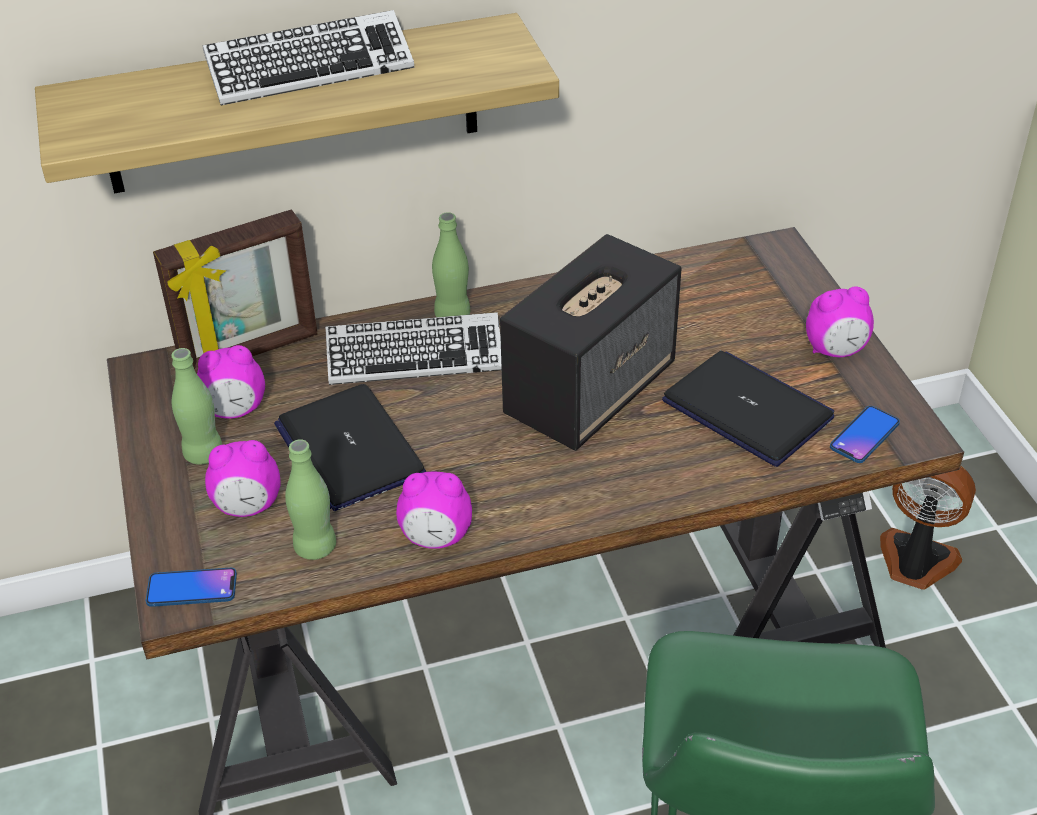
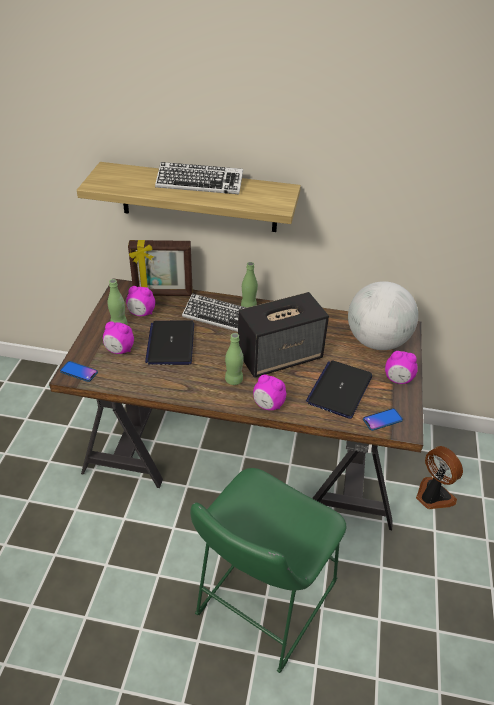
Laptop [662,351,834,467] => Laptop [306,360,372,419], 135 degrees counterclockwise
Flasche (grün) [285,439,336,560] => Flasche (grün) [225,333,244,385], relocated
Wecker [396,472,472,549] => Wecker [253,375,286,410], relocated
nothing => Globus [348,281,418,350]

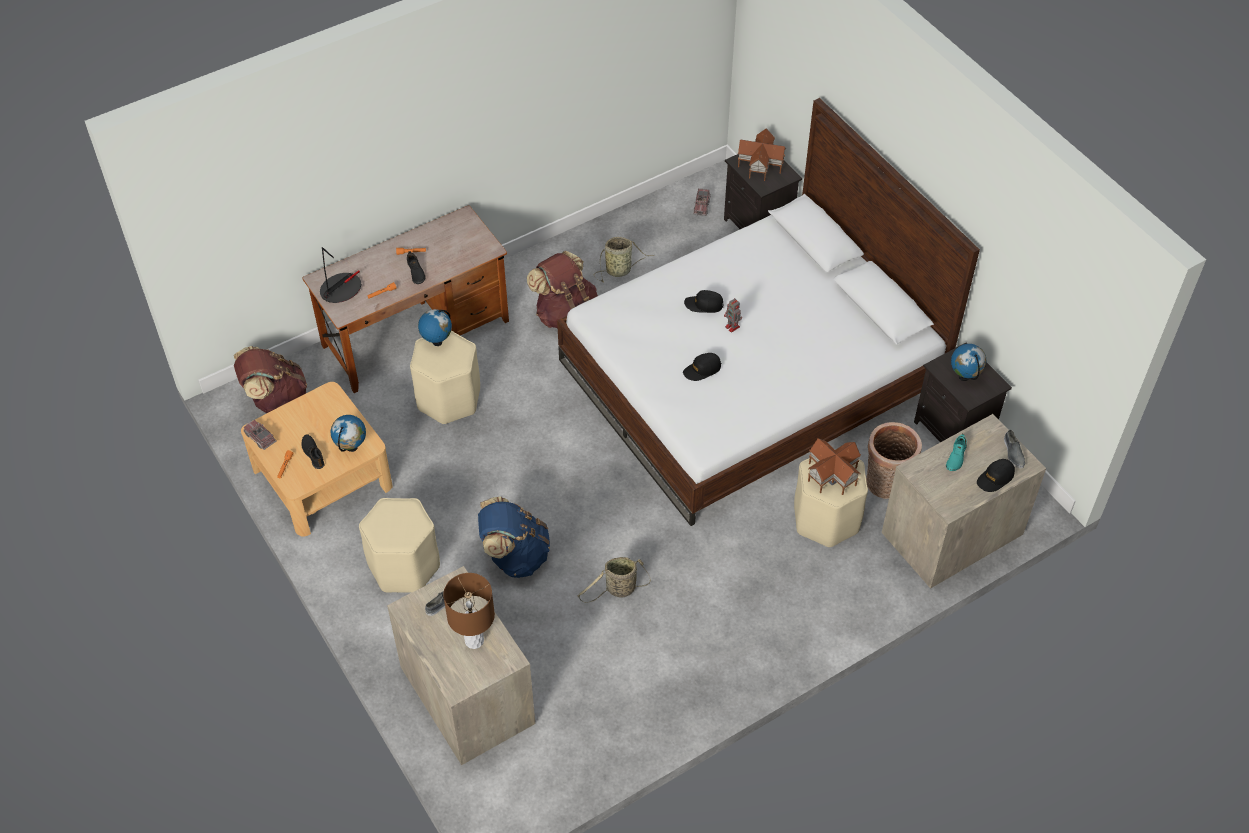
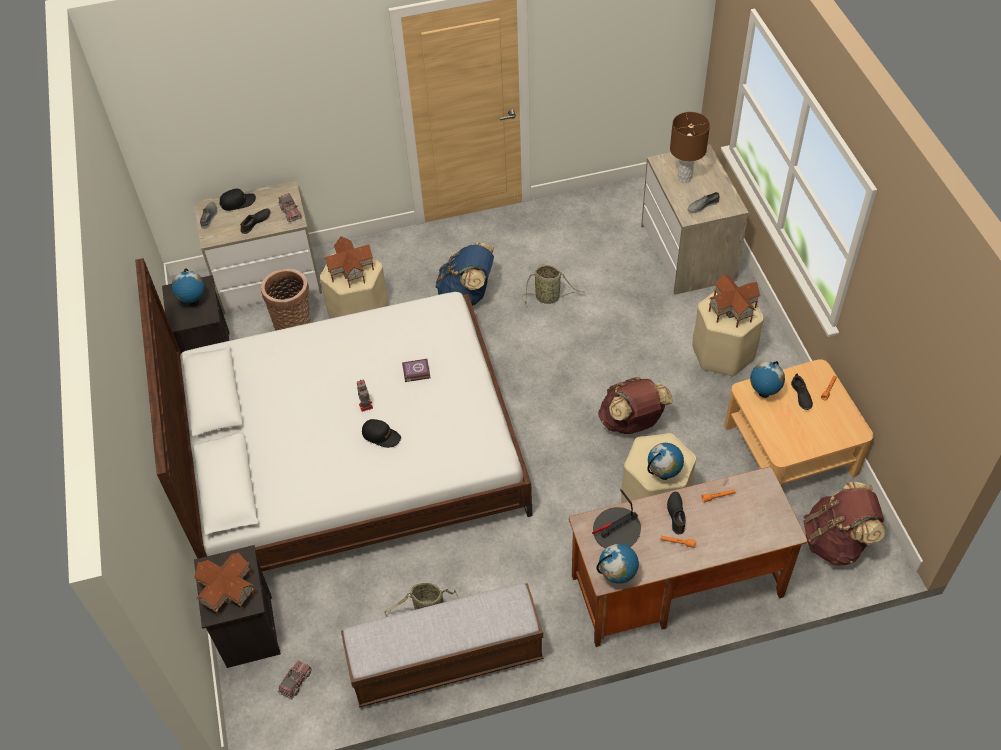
Tischlampe [320,247,361,303] => Tischlampe [592,489,641,548], relocated
Rucksack (braun) [527,251,598,328] => Rucksack (braun) [598,377,673,434], relocated
Kappe (schwarz) [683,353,721,381] => Buch [402,359,430,382]
Spielzeuglaster [244,420,277,450] => Spielzeuglaster [278,193,302,222], relocated
Schuh (türkis) [946,434,967,471] => Schuh (schwarz) [240,209,271,234]
Rucksack (blau) [478,496,550,578] => Rucksack (blau) [435,242,494,306], relocated
nothing => Spielzeughaus [709,274,760,328]
nothing => Globus [596,543,639,584]
nothing => Bank [341,583,544,707]

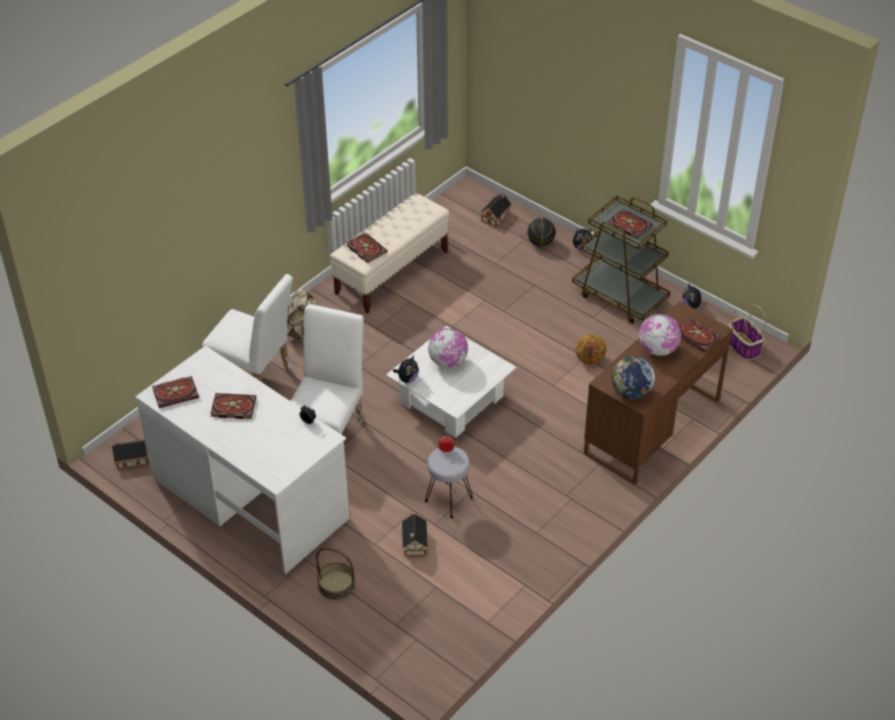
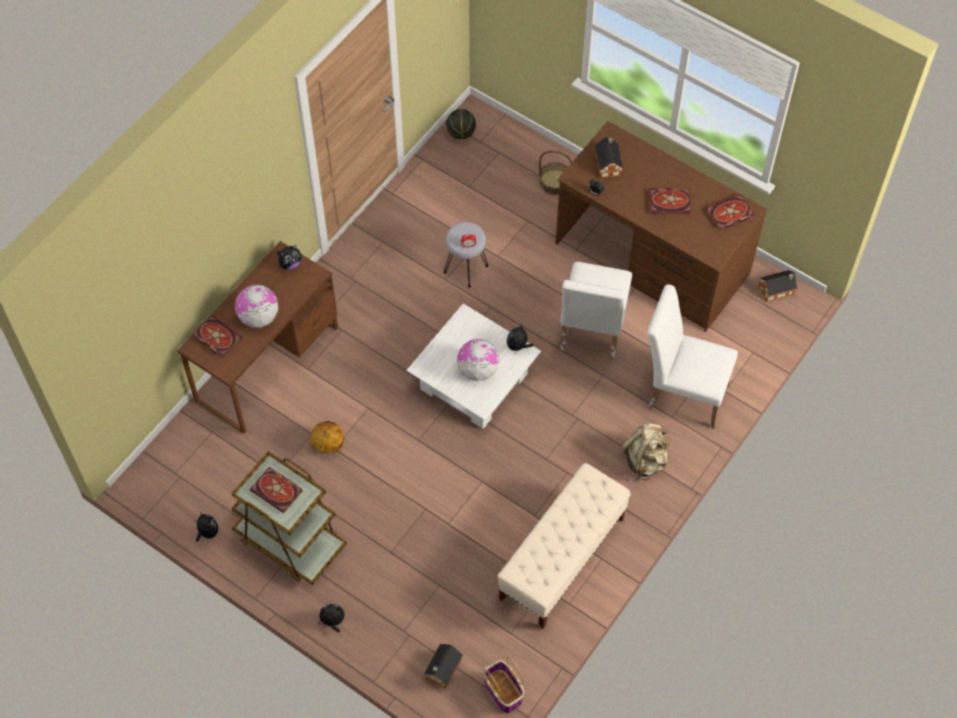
Basketball [527,218,556,247] => Basketball [446,109,476,139], relocated
Buch [346,232,388,263] => nothing
Korb [729,305,766,360] => Korb [483,656,524,714], relocated
Schreibtisch (weiß) [135,346,350,574] => Schreibtisch (braun) [555,121,767,332]
Globus [611,357,655,399] => Plüschtier [277,245,302,270]
Spielzeughaus [402,514,428,556] => Spielzeughaus [595,137,623,178], relocated

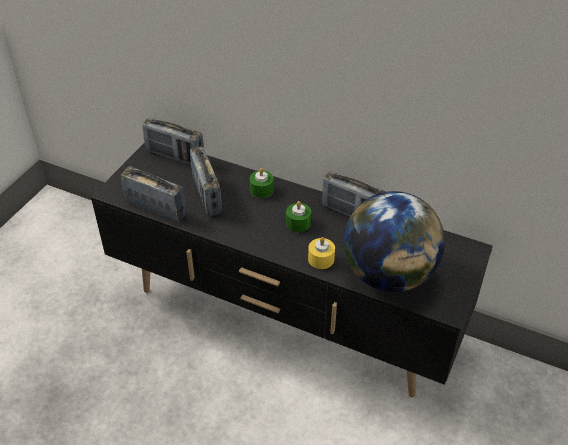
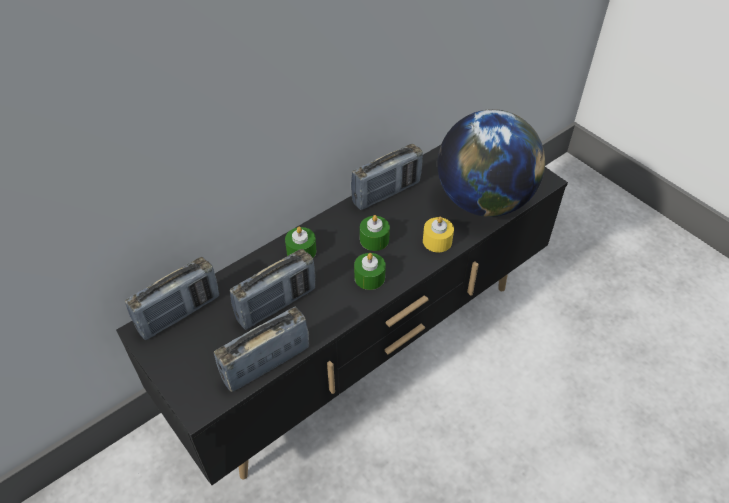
Radio [190,147,222,216] => Radio [230,249,315,330], 45 degrees counterclockwise
nothing => Kerze (grün) [354,253,386,290]

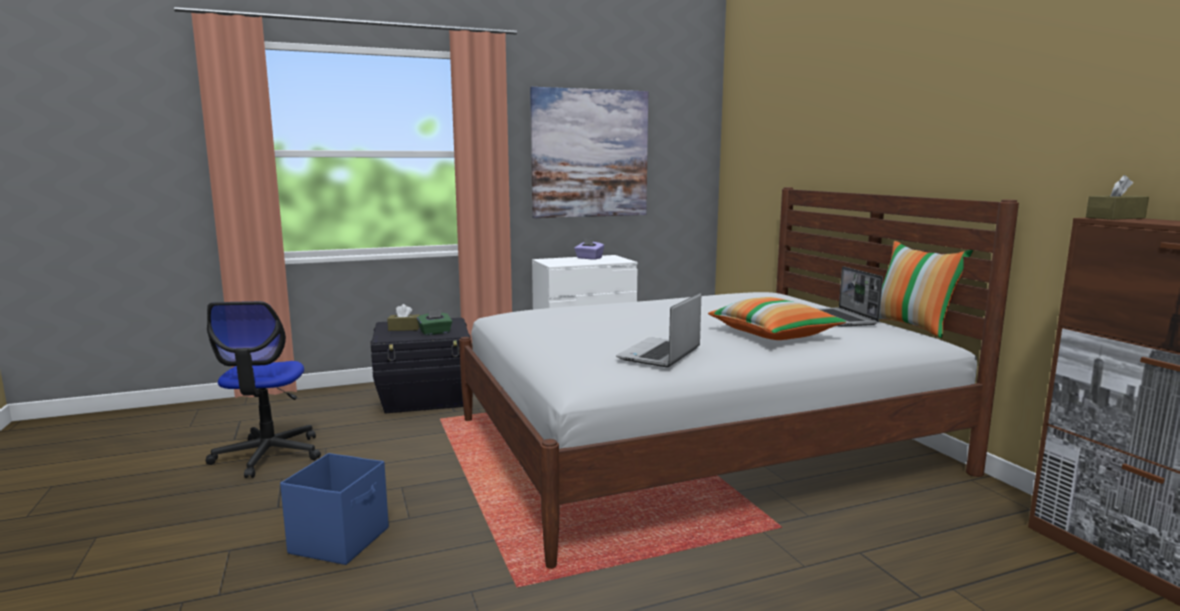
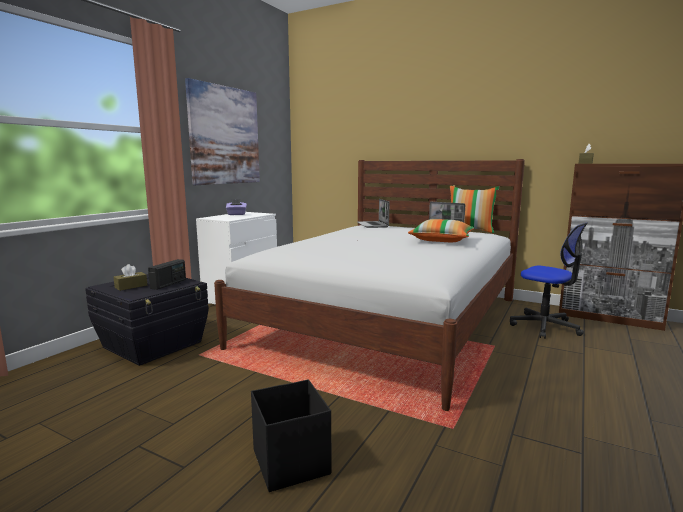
Laptop [616,293,701,367] => Laptop [357,199,389,228], relocated
Bürostuhl [206,301,321,478] => Bürostuhl [510,222,588,339], relocated
Taschentuchbox (grün) [417,309,452,335] => Radio [148,259,186,290]
Aufbewahrungsbox (blau) [280,453,389,565] => Aufbewahrungsbox (schwarz) [251,379,332,492]

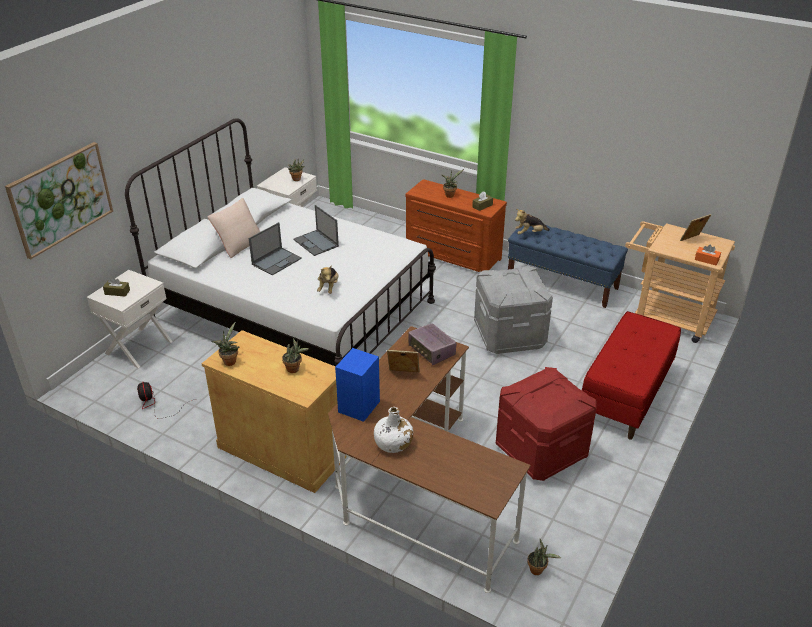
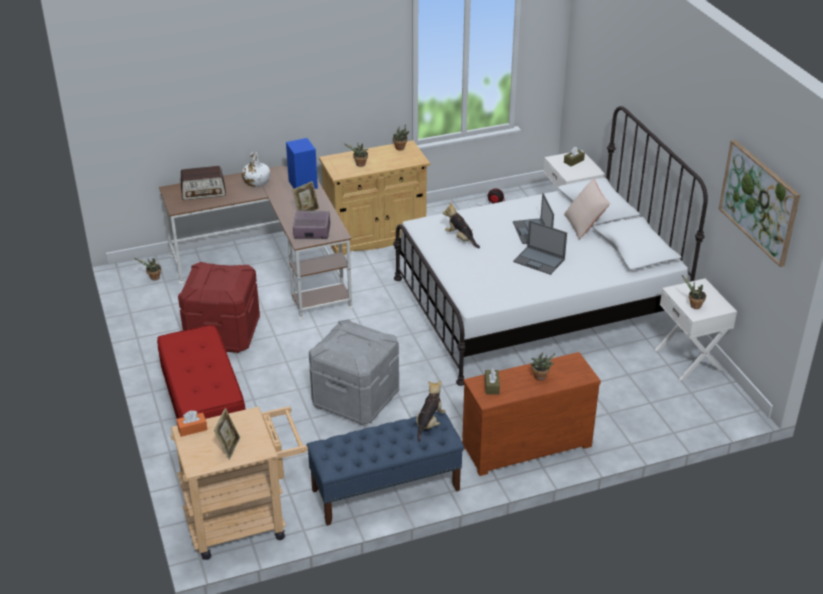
Bild [5,142,113,260] => Bild [719,140,800,267], relocated
Laptop [293,205,339,256] => Laptop [513,220,567,275], 150 degrees counterclockwise
nothing => Radio [181,166,226,200]

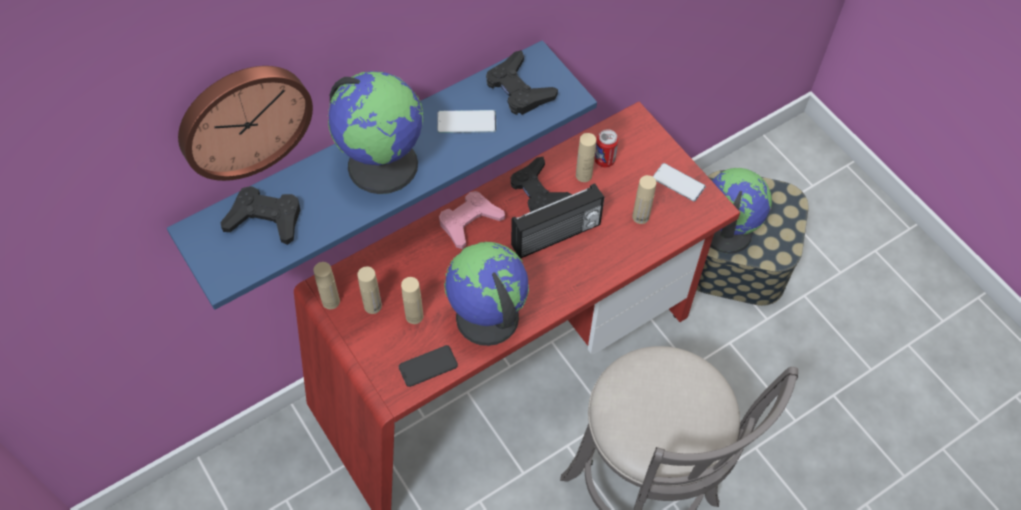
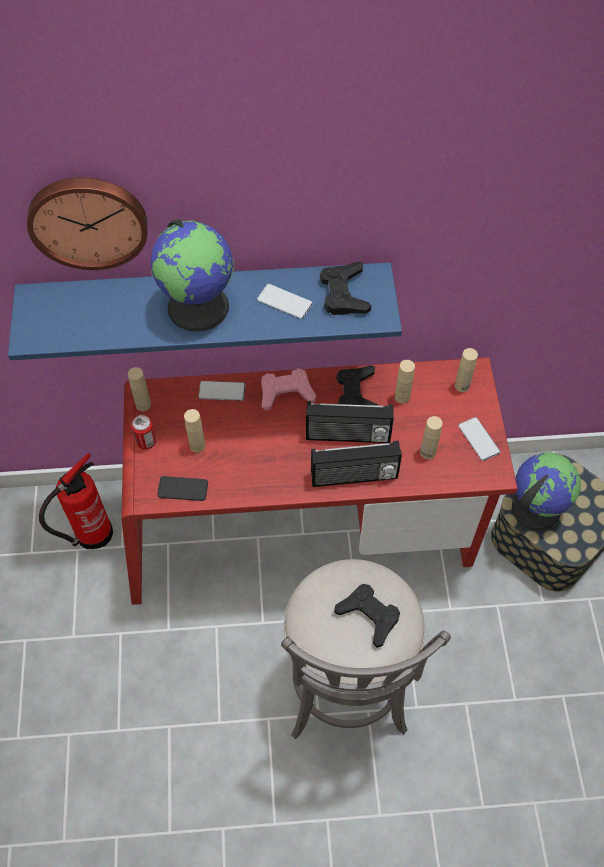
Dose [594,129,618,167] => Dose [132,415,156,450], relocated
Gamepad (schwarz) [220,186,300,245] => Gamepad (schwarz) [334,584,400,648], relocated
Globus [444,242,529,346] => nothing
Flasche (beige) [357,266,382,314] => Flasche (beige) [455,348,478,392], relocated
nothing => Handy [198,381,246,401]
nothing => Radio [311,441,402,487]
nothing => Feuerlöscher [39,453,113,549]

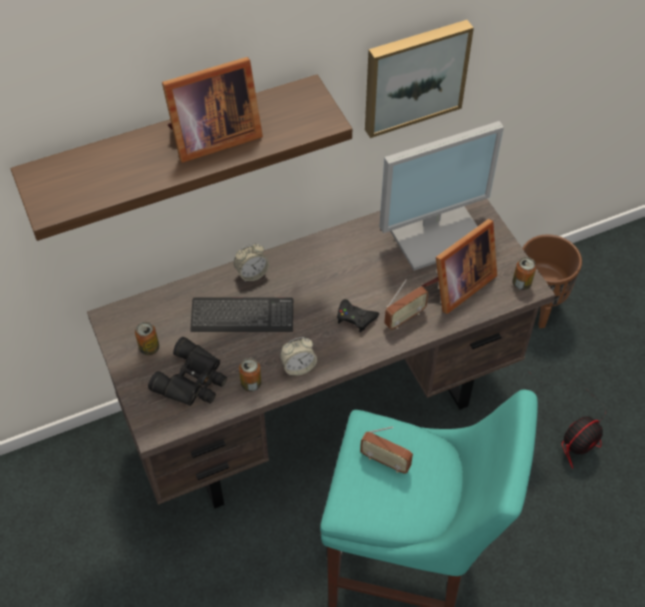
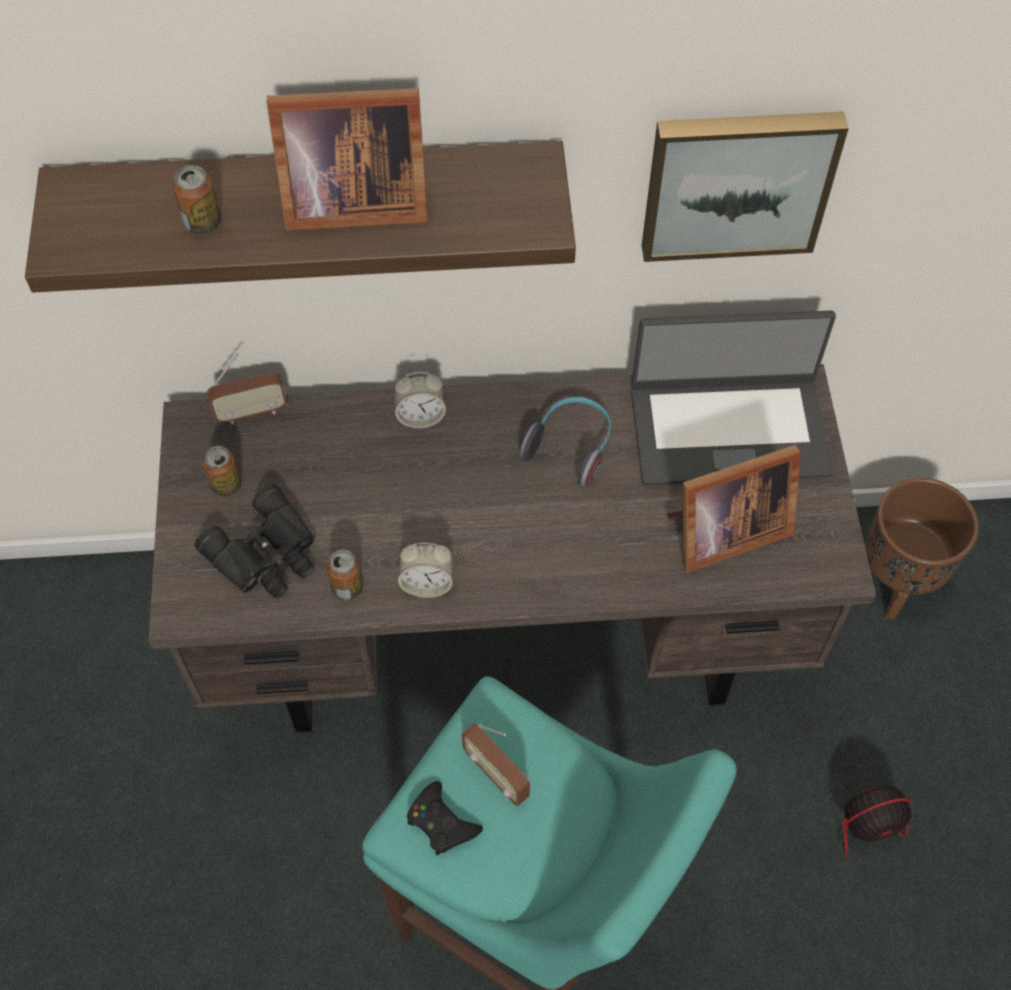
Monitor [380,121,504,271] => Laptop [631,311,836,485]
Dose [512,257,536,290] => Dose [173,165,221,235], relocated
Radio [384,280,429,330] => Radio [207,354,287,425], relocated
Tastatur [191,297,293,332] => nothing
Gamepad (schwarz) [337,299,379,332] => Gamepad (schwarz) [407,781,483,855], relocated
nothing => Kopfhörer [520,397,611,487]

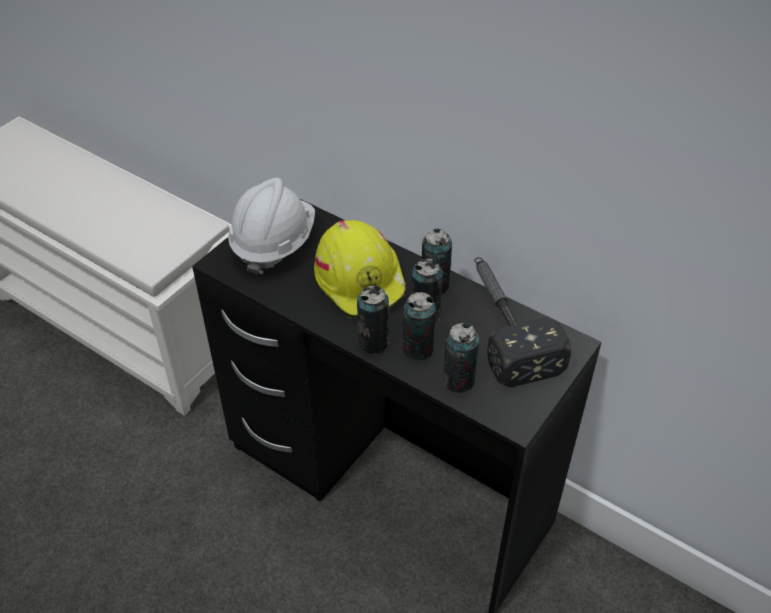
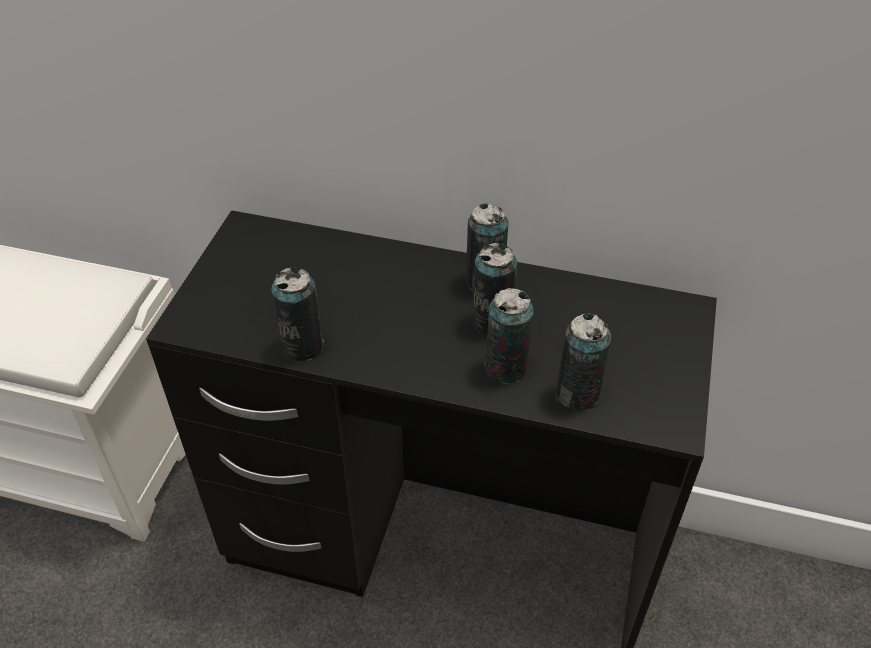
Schutzhelm (weiß) [228,178,315,275] => nothing
Schutzhelm (gelb) [314,220,407,319] => nothing
Hammer [474,257,571,387] => nothing
Dose [357,286,390,354] => Dose [271,267,324,361], relocated

